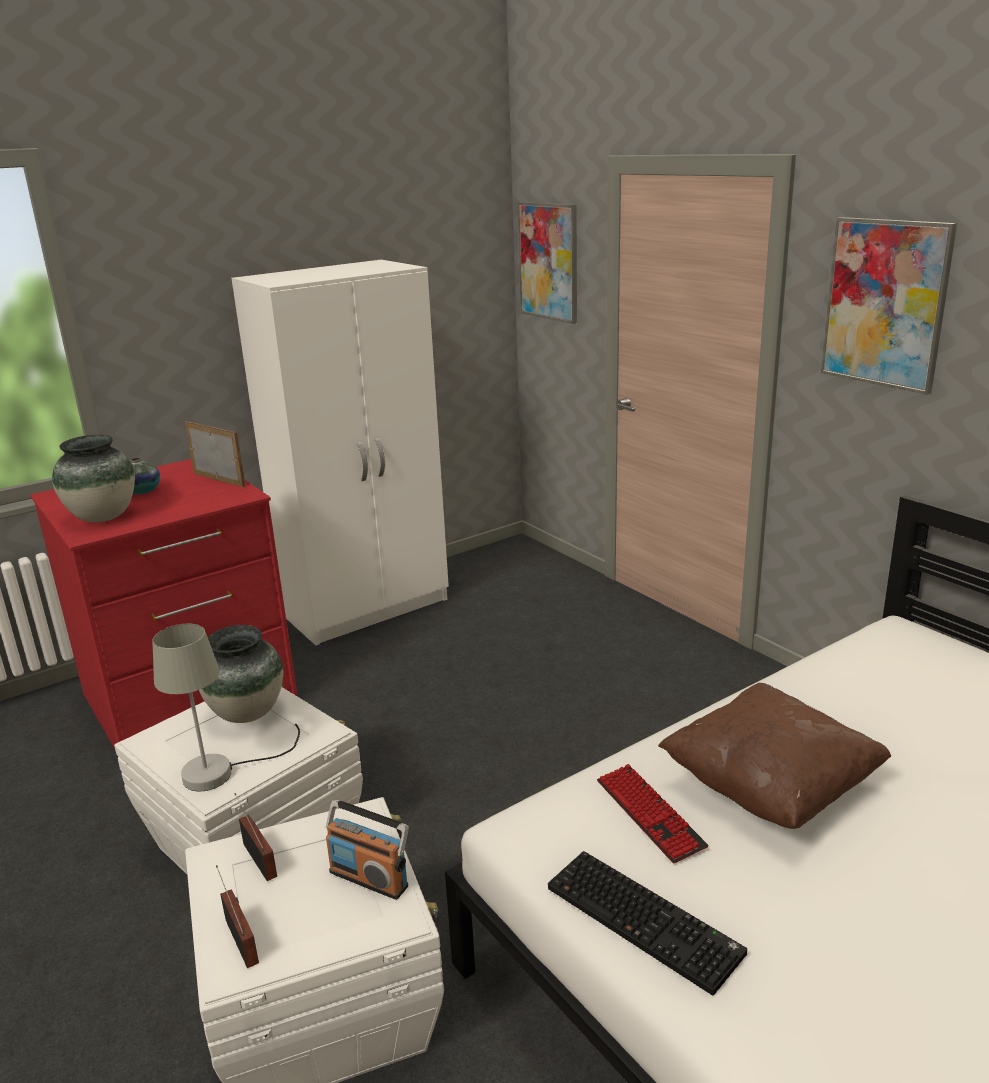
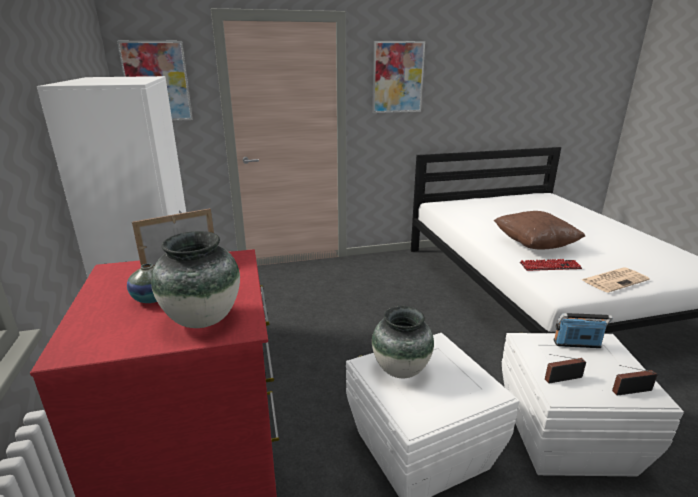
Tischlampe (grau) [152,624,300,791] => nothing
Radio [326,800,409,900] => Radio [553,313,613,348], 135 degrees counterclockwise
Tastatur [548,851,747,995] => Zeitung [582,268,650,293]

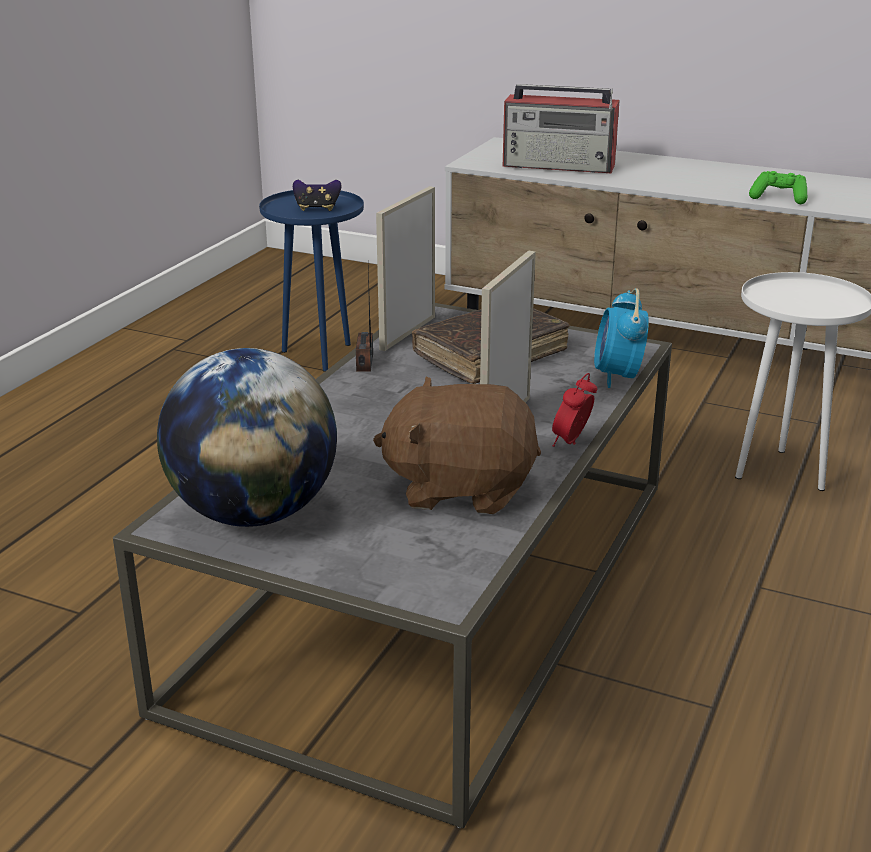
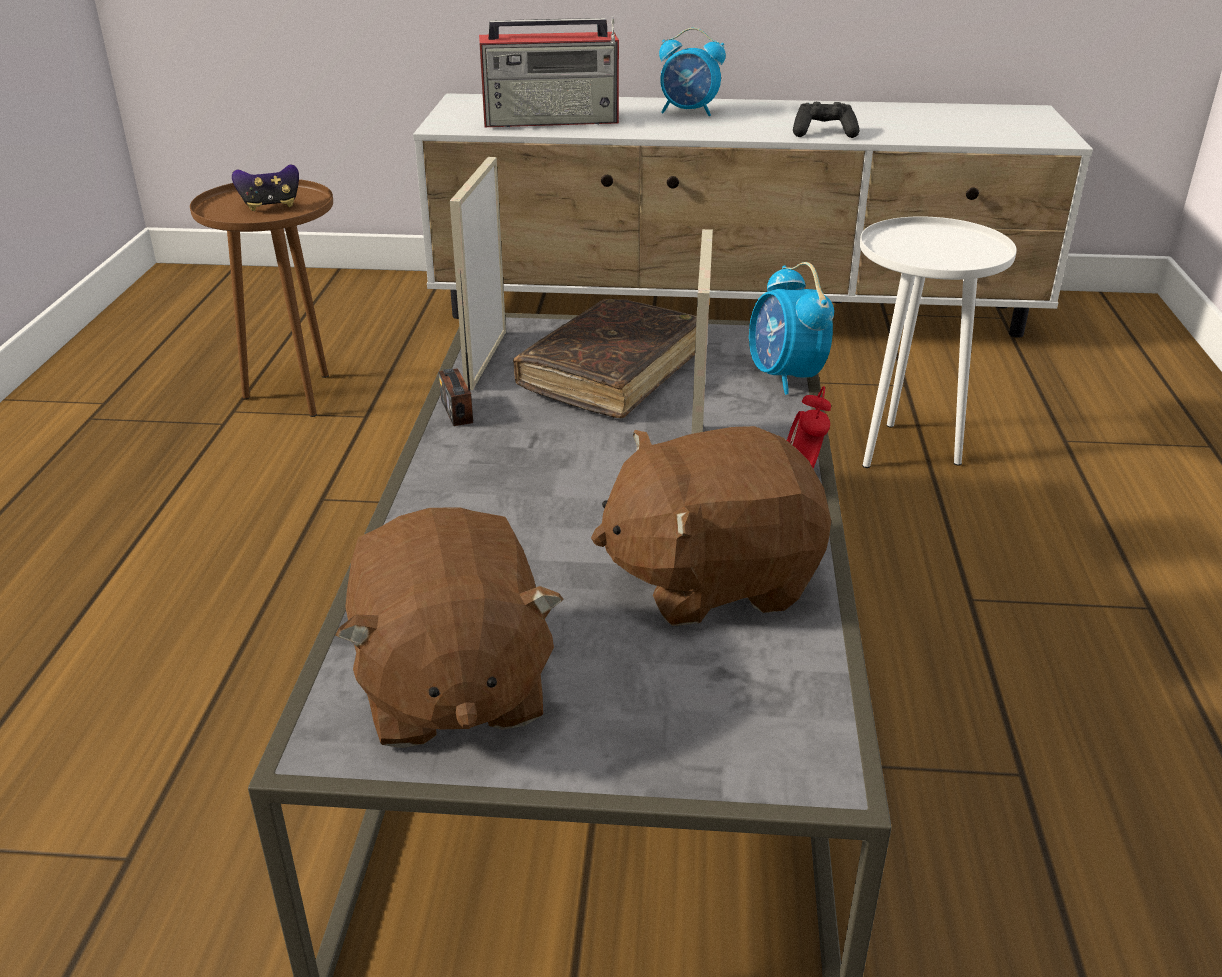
Gamepad (grün) [749,171,807,204] => Gamepad (schwarz) [793,102,860,138]
Beistelltisch (blau) [259,190,364,372] => Beistelltisch (braun) [190,179,333,417]
Globus [157,348,337,527] => Plüschtier (braun) [336,508,563,748]
nothing => Wecker [659,28,726,116]

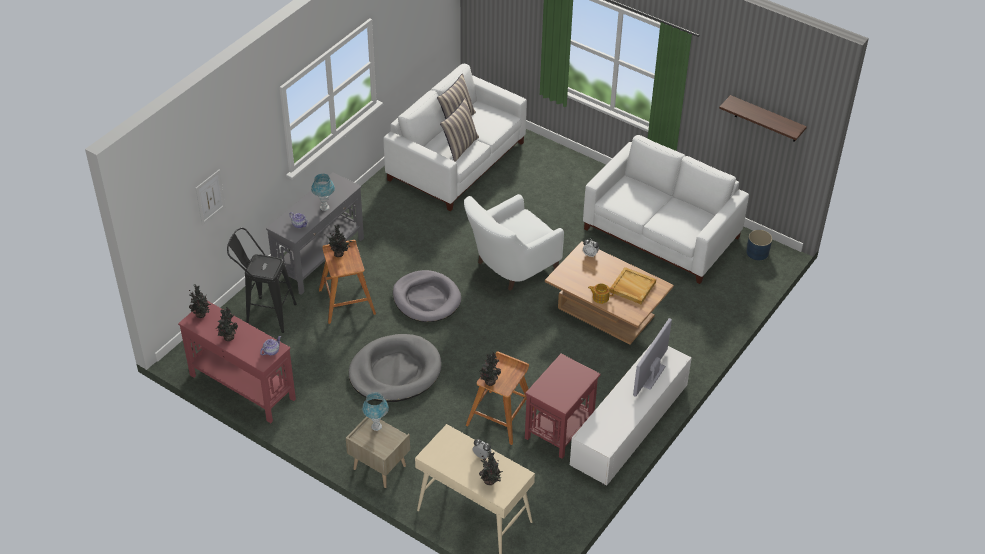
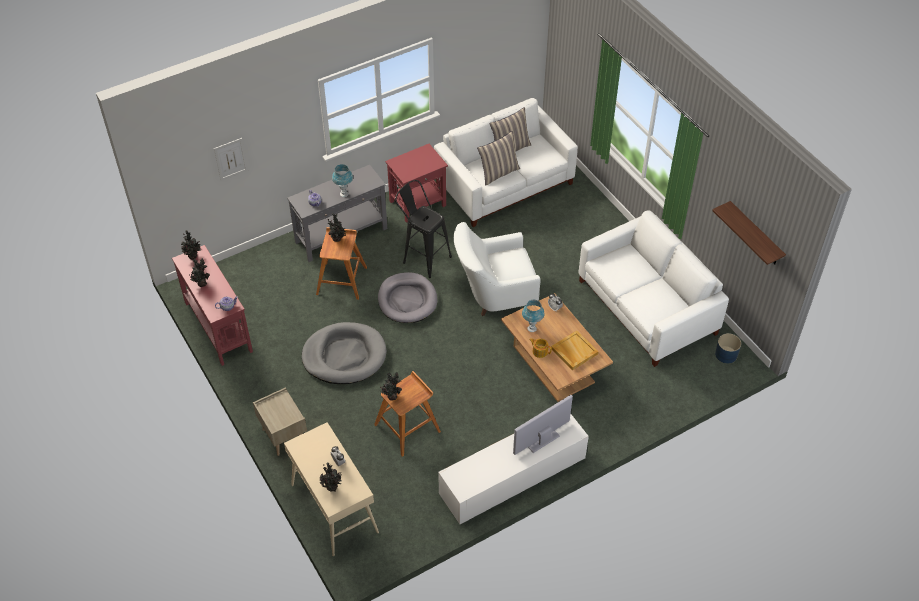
Hocker (schwarz) [227,228,297,333] => Hocker (schwarz) [395,180,452,278], relocated
Beistelltisch (rot) [525,354,601,459] => Beistelltisch (rot) [385,144,448,223], relocated
Tischlampe (blau) [362,392,389,431] => Tischlampe (blau) [522,300,545,332], relocated

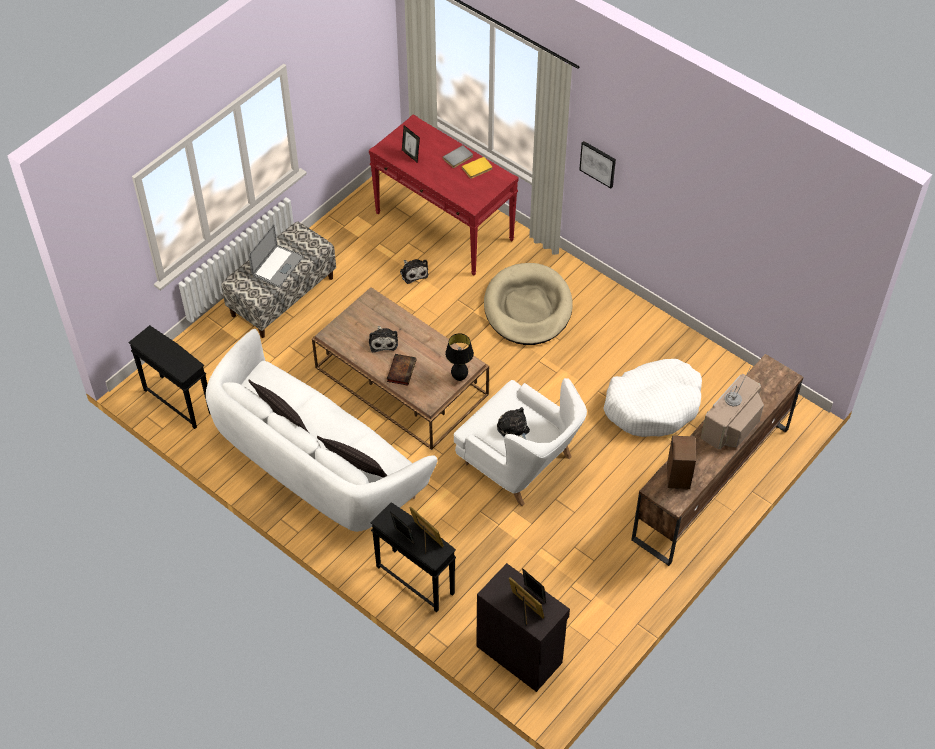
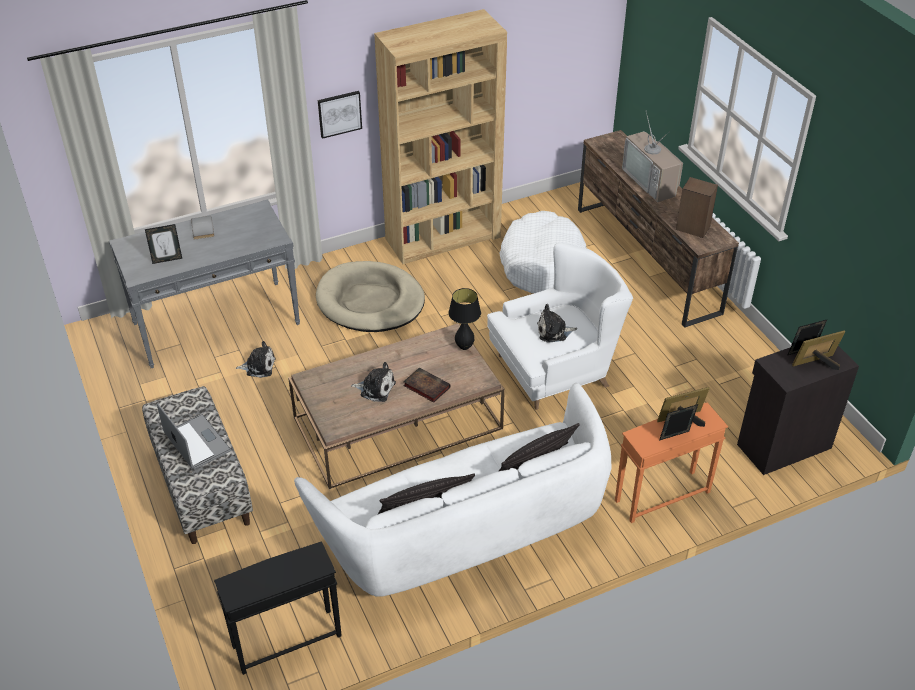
Konsolentisch (rot) [369,114,519,275] => Konsolentisch (grau) [109,199,300,368]
Buch (gelb) [462,157,492,179] => nothing
Beistelltisch (schwarz) [370,502,456,612] => Beistelltisch (orange) [615,402,728,523]
nothing => Bücherregal (braun) [374,9,507,264]

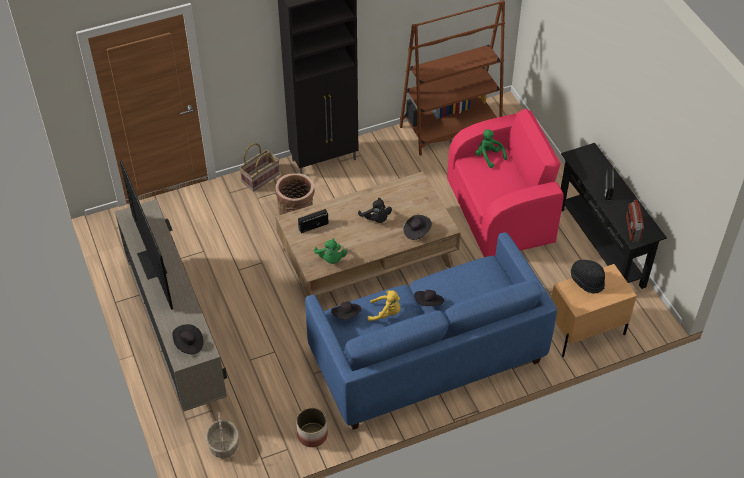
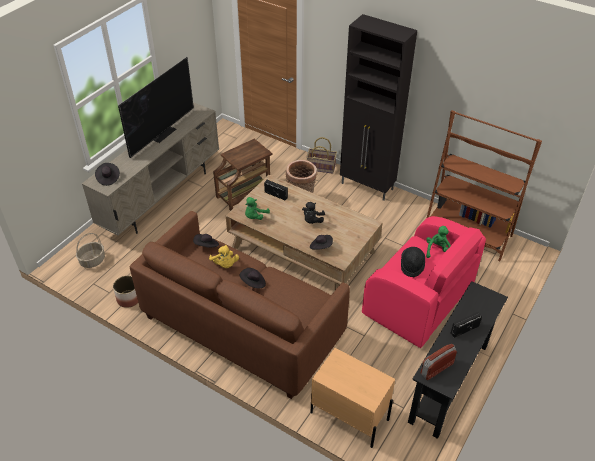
Sofa (blau) [305,232,557,430] => Sofa (braun) [130,211,350,399]
Hut (schwarz) [571,260,605,294] => Hut (schwarz) [401,247,425,278], relocated
nothing => Beistelltisch (braun) [213,139,272,211]

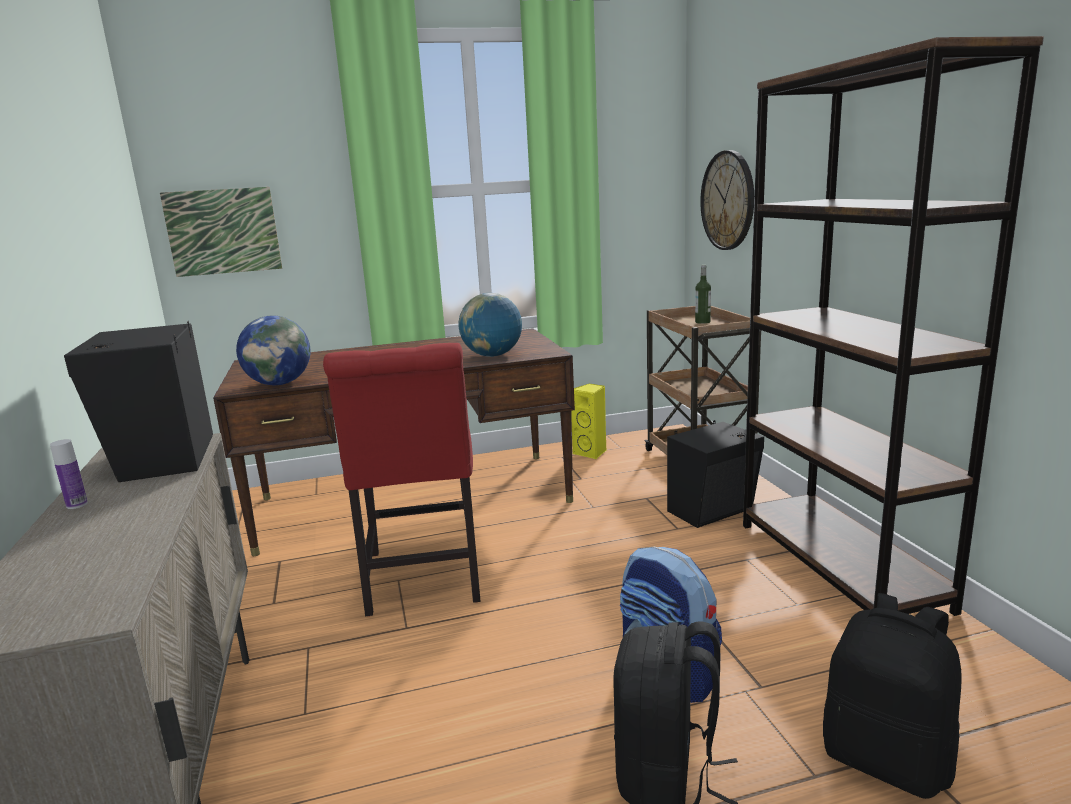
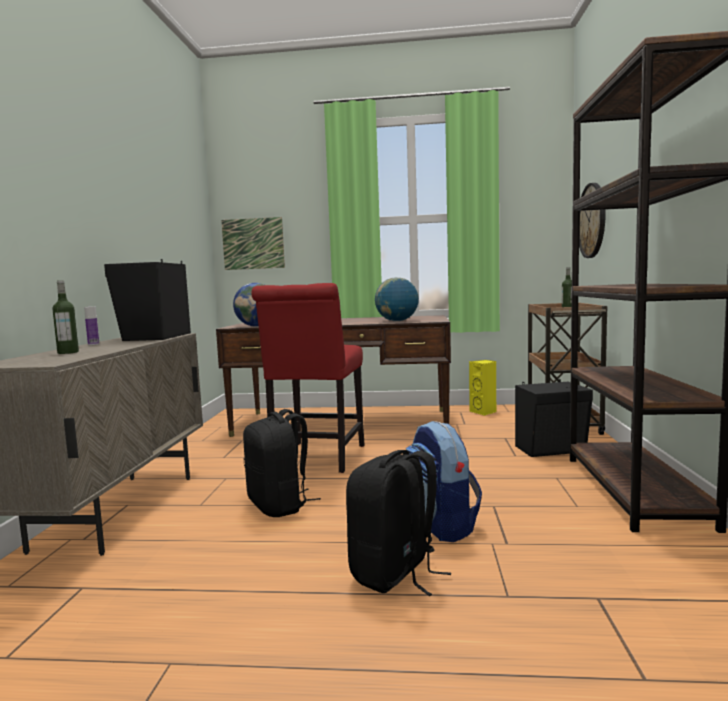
Rucksack (schwarz) [823,593,962,799] => Rucksack (schwarz) [243,409,321,517], relocated
nothing => Flasche [53,280,79,354]

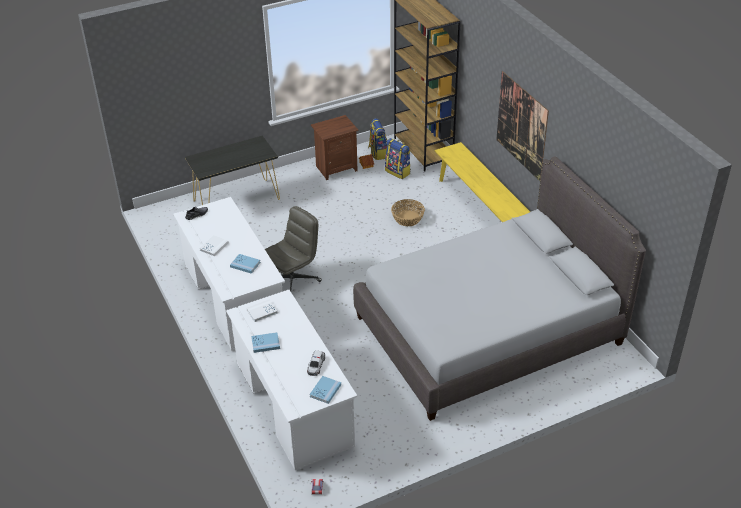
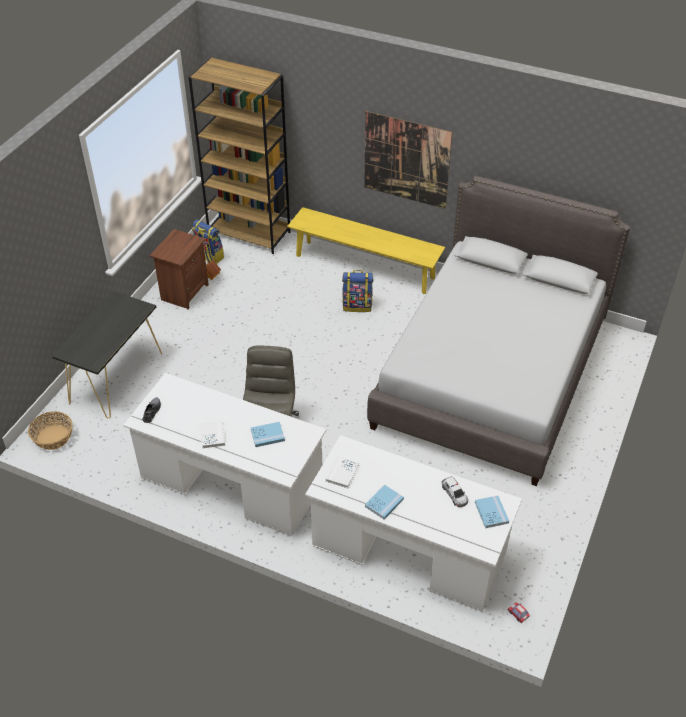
Rucksack [385,138,411,179] => Rucksack [342,270,373,312], relocated
Korb [391,199,425,226] => Korb [28,411,73,450], relocated

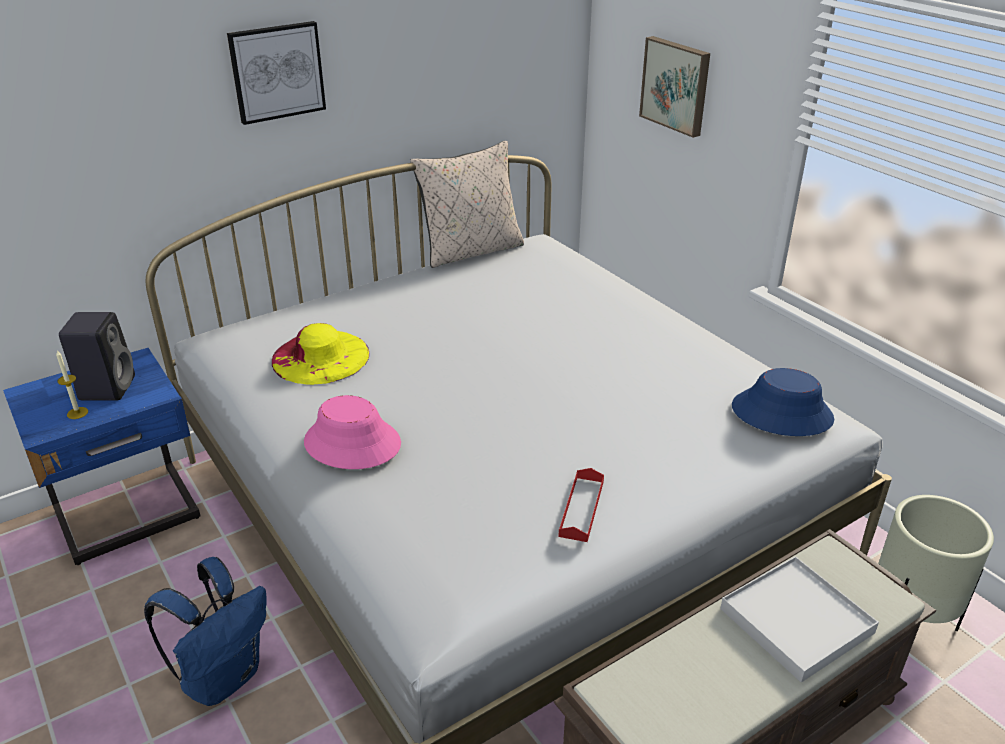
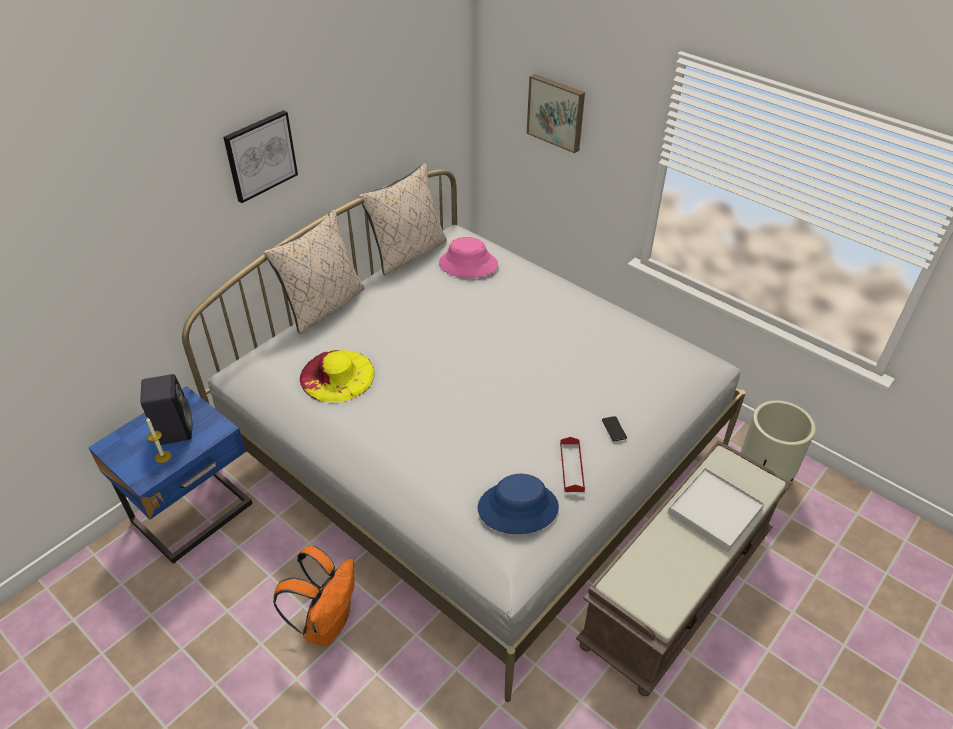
Hut (blau) [732,368,834,436] => Hut (blau) [478,474,559,534], relocated
Hut (rosa) [304,395,401,469] => Hut (rosa) [439,237,498,278], relocated
Rucksack (blau) [144,557,267,706] => Rucksack (orange) [273,546,355,646]
nothing => Kissen (beige) [264,210,364,333]
nothing => Handy [602,416,627,442]

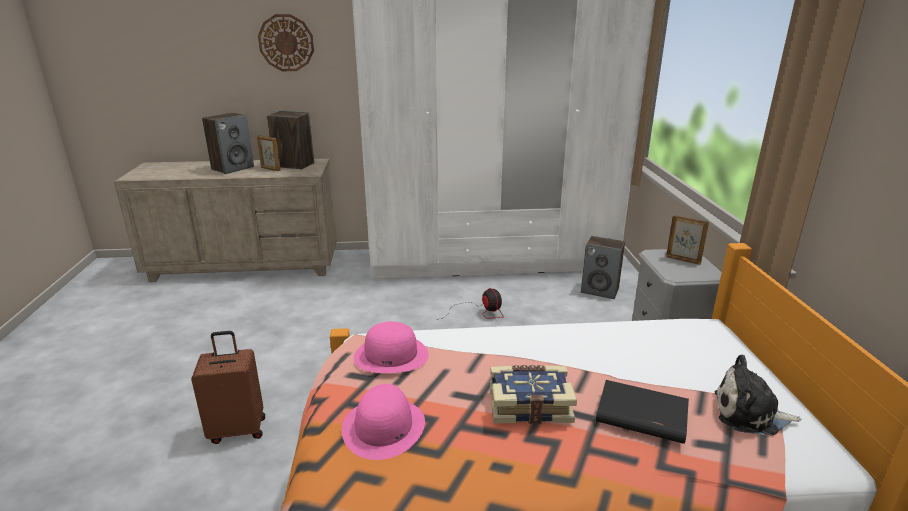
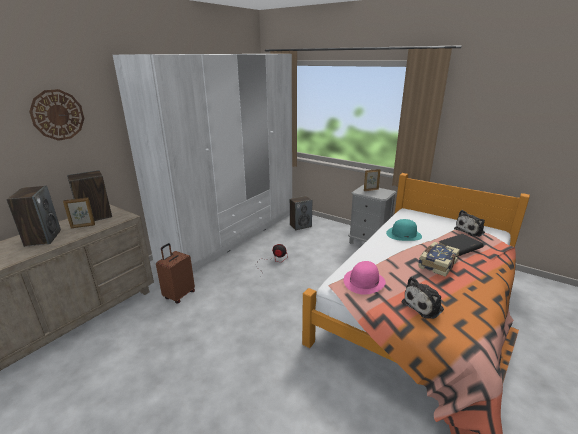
Koffer (braun) [191,331,265,444] => Koffer (braun) [156,243,195,303], relocated
Hut (rosa) [342,384,425,460] => Plüschtier [401,277,444,319]
nothing => Hut (türkis) [386,219,422,241]

